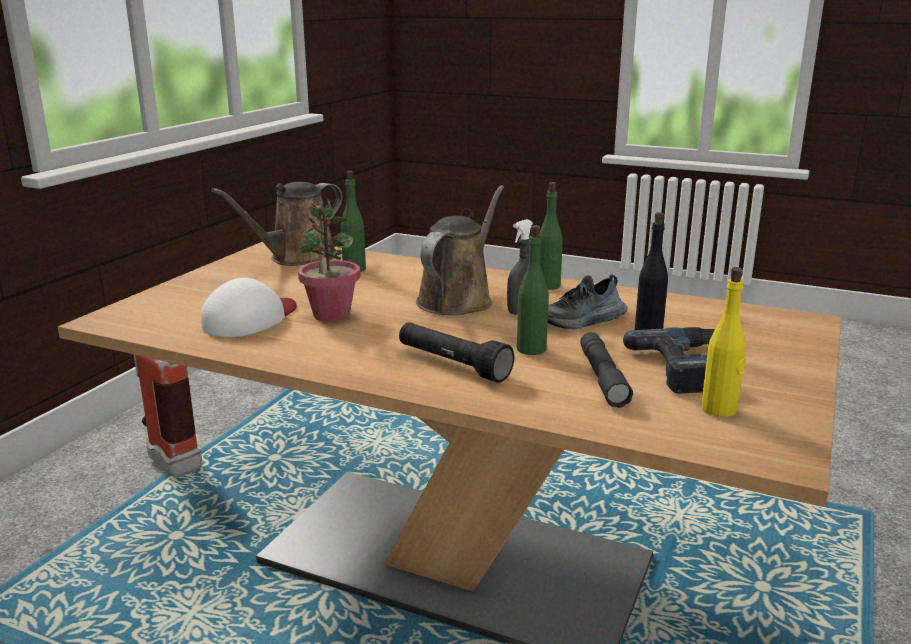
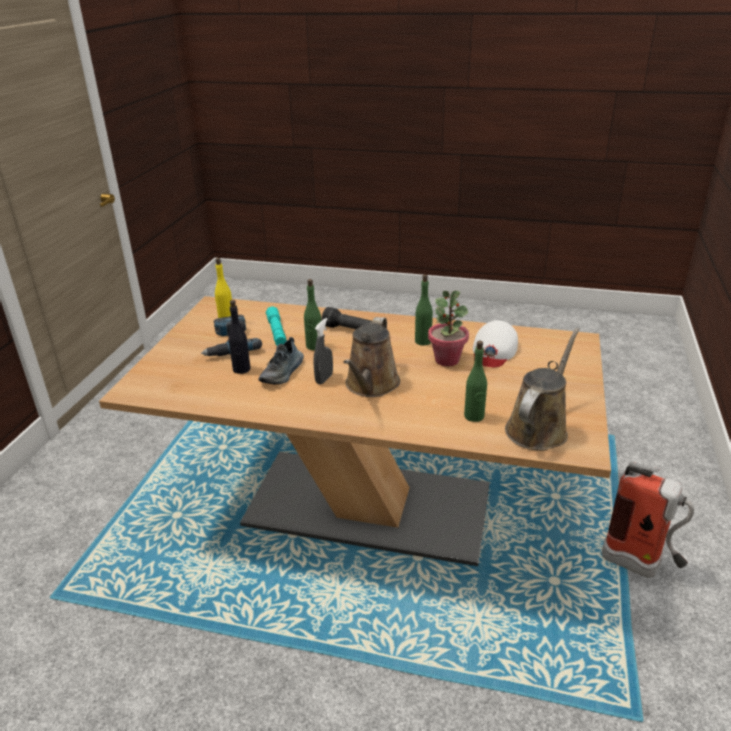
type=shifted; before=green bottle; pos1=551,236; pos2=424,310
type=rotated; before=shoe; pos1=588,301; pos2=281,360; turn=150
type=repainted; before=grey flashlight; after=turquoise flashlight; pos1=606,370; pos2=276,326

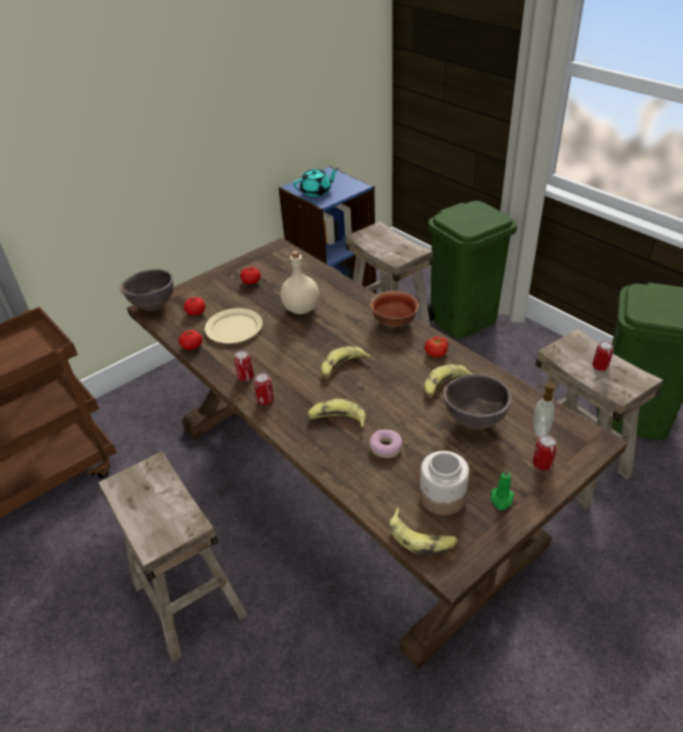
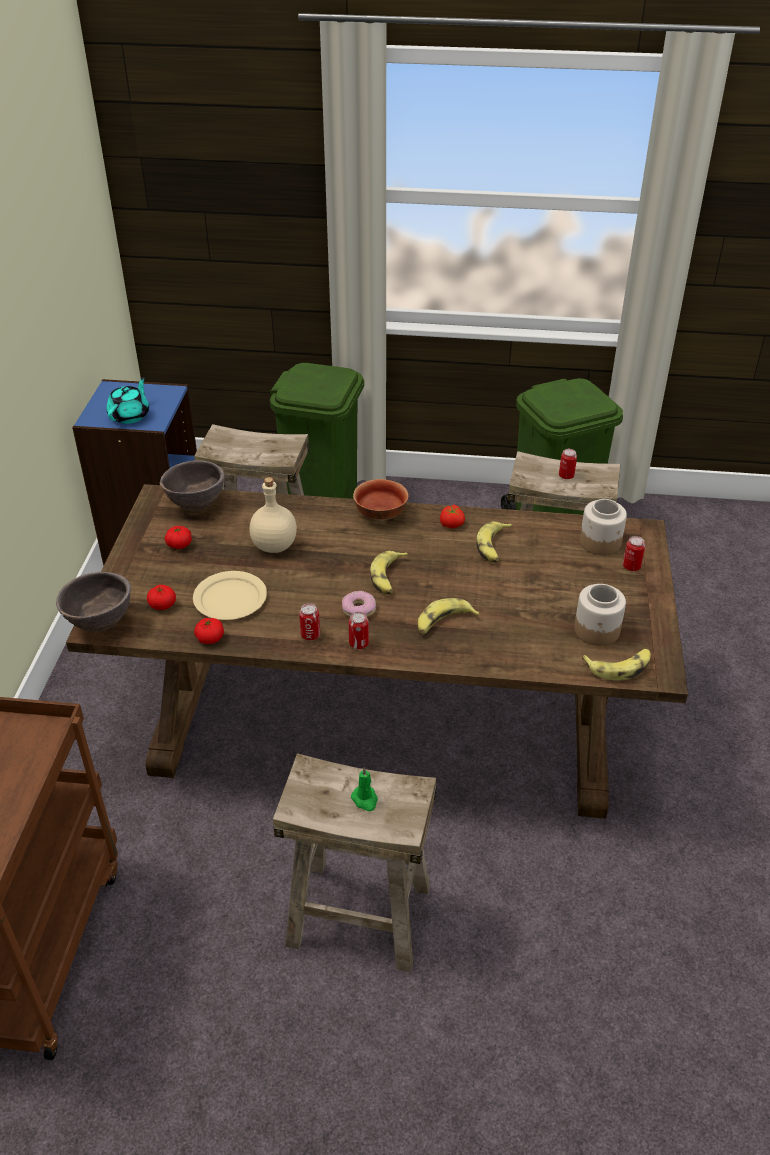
type=shifted; before=brown bowl; pos1=477,402; pos2=192,485
type=swapped; before=soap dispenser; after=jar; pos1=544,410; pos2=603,527
type=shifted; before=donut; pos1=385,443; pos2=359,604
type=shifted; before=green candle; pos1=502,489; pos2=364,789

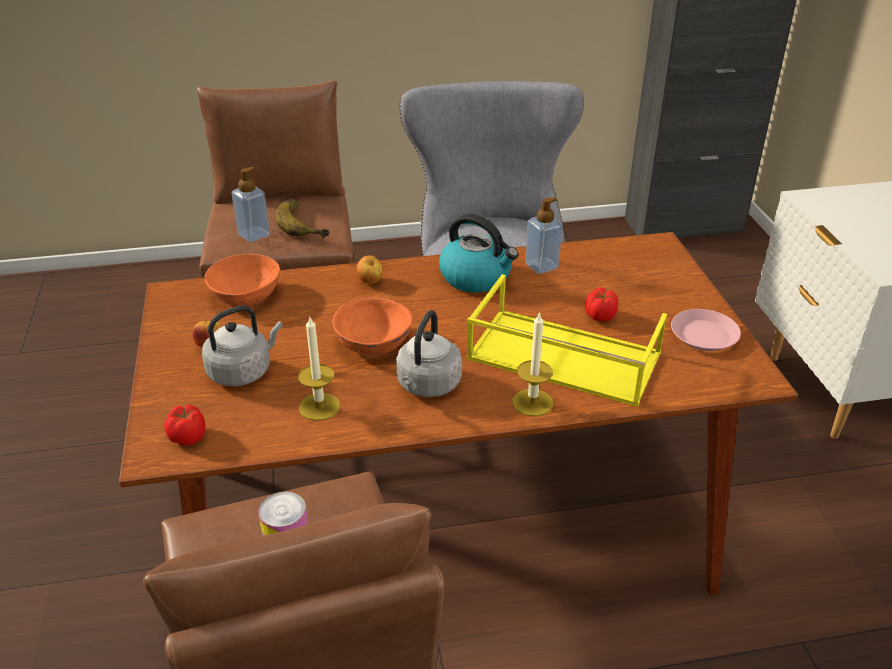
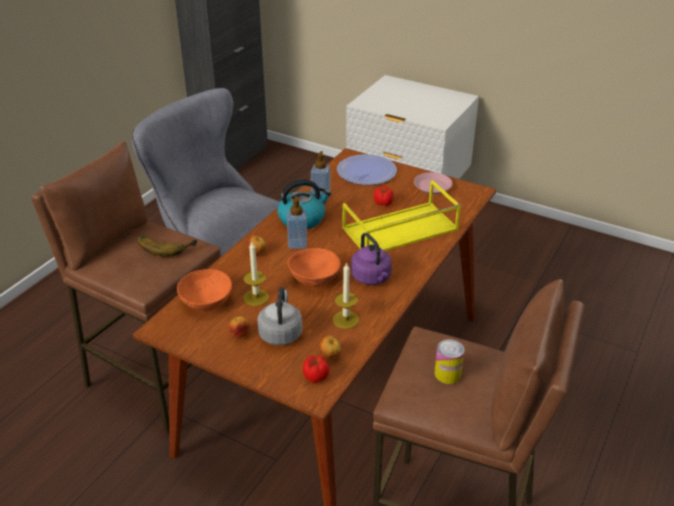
type=shifted; before=soap dispenser; pos1=250,204; pos2=297,222
type=repainted; before=grey kettle; after=purple kettle; pos1=429,353; pos2=371,259
type=shifted; before=candle; pos1=532,363; pos2=256,274
type=new; after=plate; pos2=367,169
type=new; after=apple; pos2=330,346

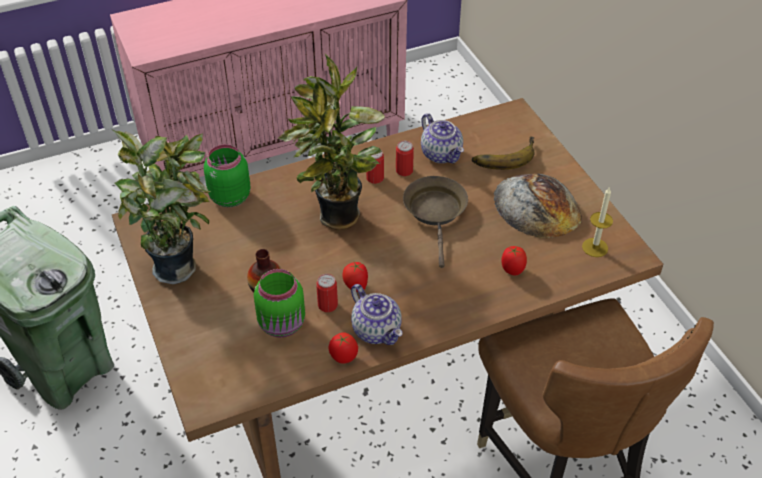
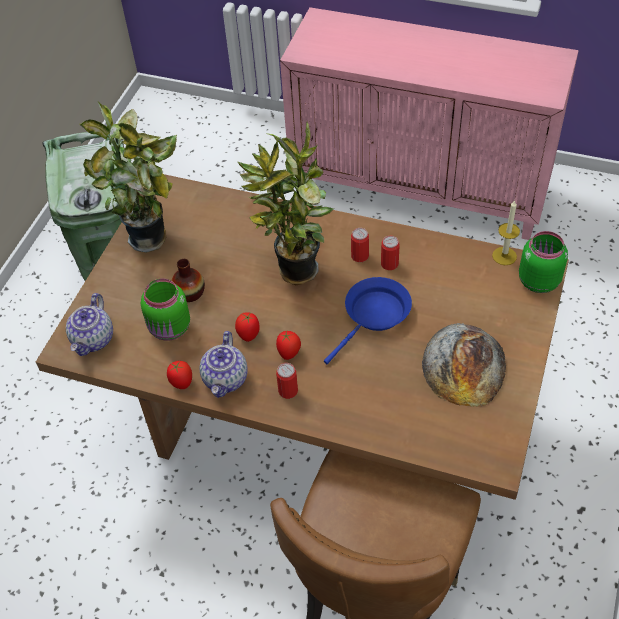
type=shifted; before=teapot; pos1=442,138; pos2=89,324
type=gone; before=banana; pos1=503,153
type=shifted; before=green jar; pos1=227,175; pos2=543,262
type=repainted; before=brown frying pan; after=blue frying pan; pos1=435,222; pos2=368,320
type=shifted; before=candle; pos1=597,222; pos2=506,232
type=shifted; before=tomato; pos1=514,261; pos2=288,345
type=shifted; before=can; pos1=327,293; pos2=287,381

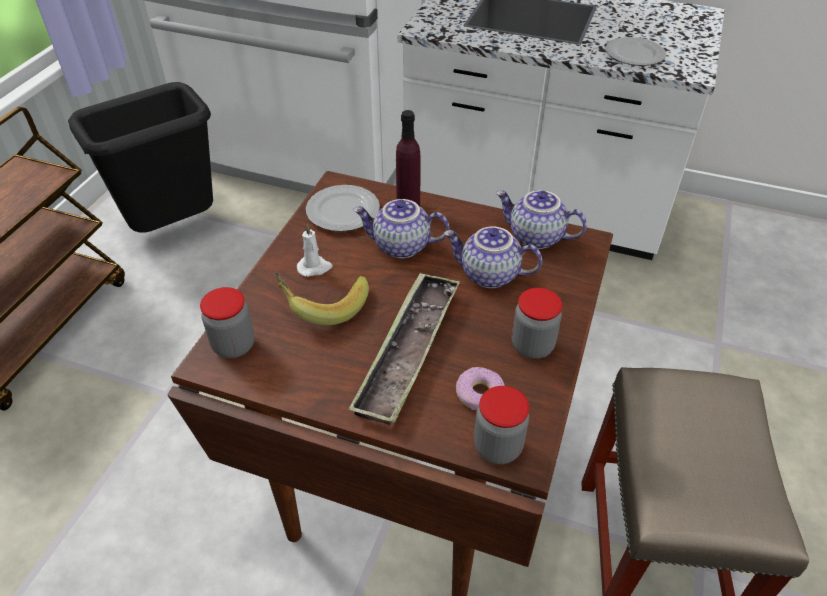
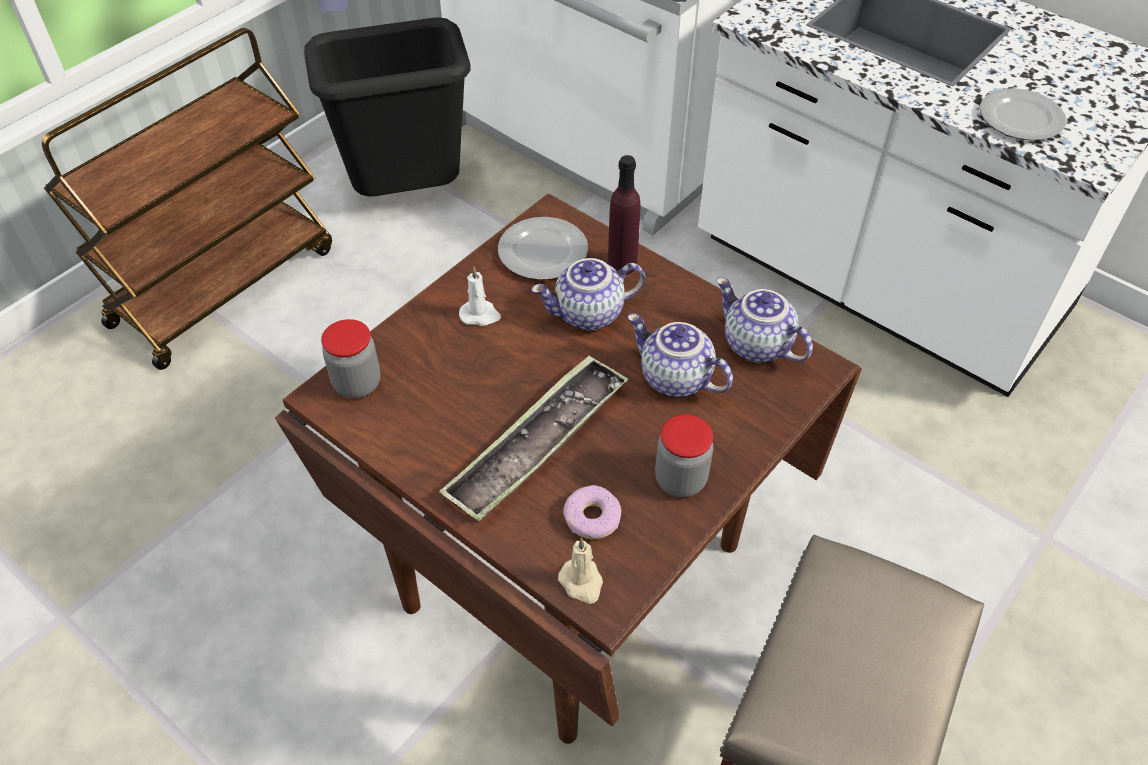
type=rotated; before=teapot; pos1=401,229; pos2=588,294; turn=-45
type=gone; before=banana; pos1=321,299
type=swapped; before=jar; after=beige candle; pos1=501,425; pos2=580,571

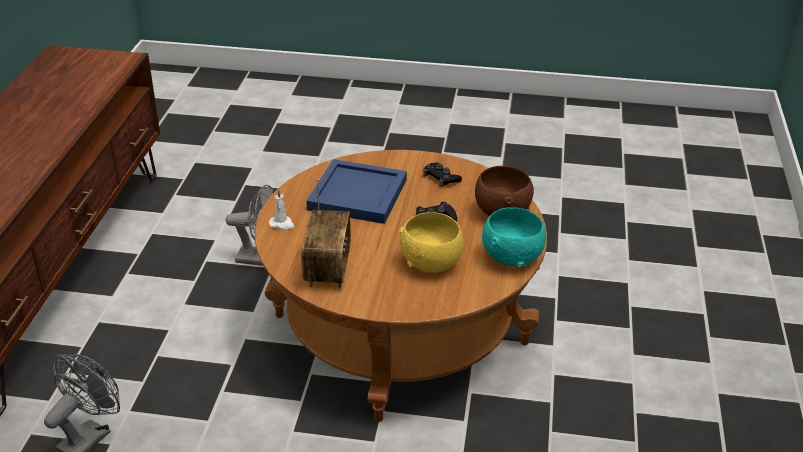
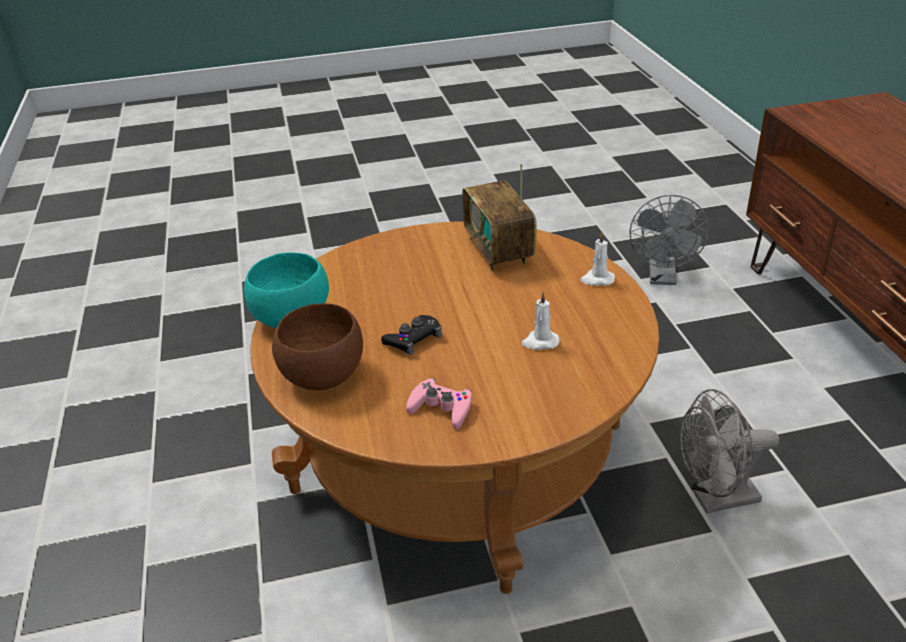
type=swapped; before=blue tray; after=white candle; pos1=356,191; pos2=540,321
type=repainted; before=black game controller; after=pink game controller; pos1=442,175; pos2=439,403
type=gone; before=yellow bowl; pos1=431,242

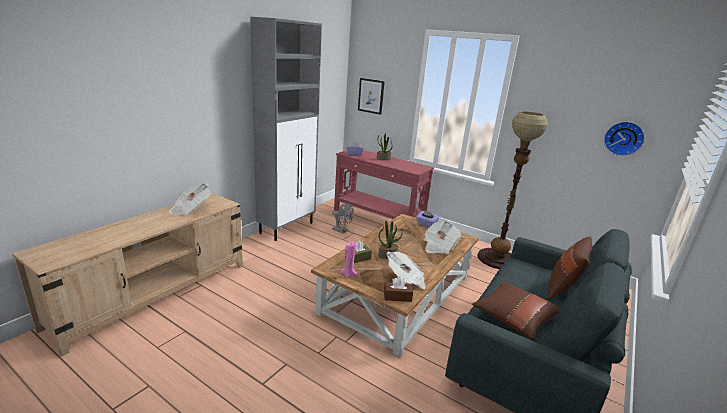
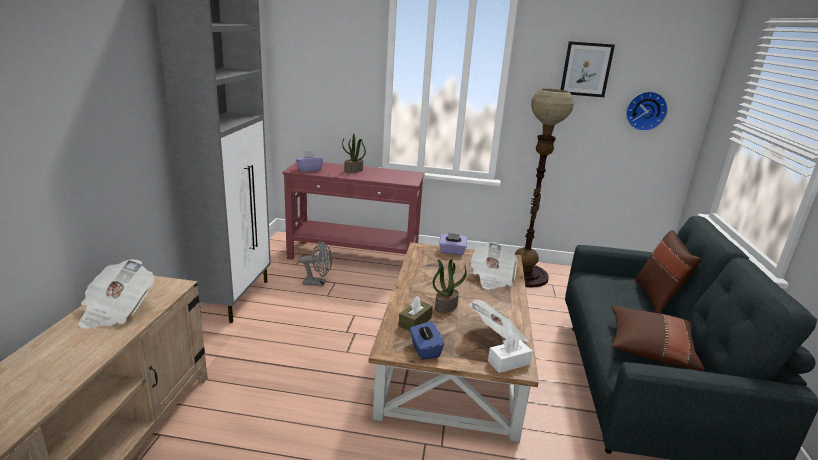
type=shifted; before=picture; pos1=371,96; pos2=587,69
type=swapped; before=pink candle; after=blue tissue box; pos1=349,259; pos2=427,340
type=repainted; before=brown tissue box; after=white tissue box; pos1=398,289; pos2=510,353

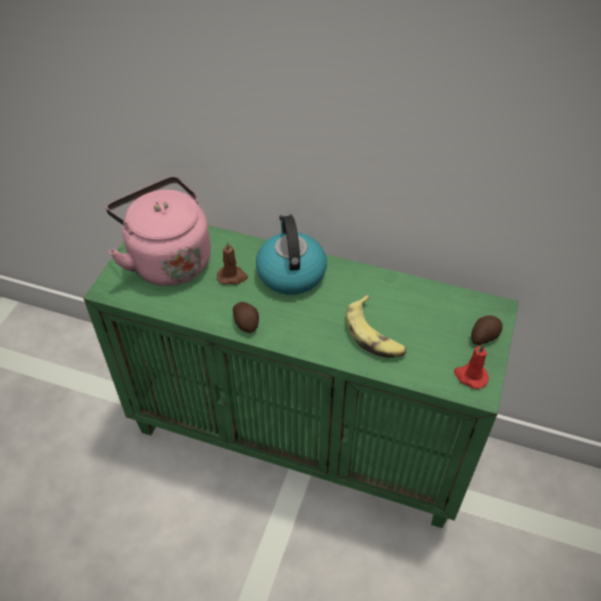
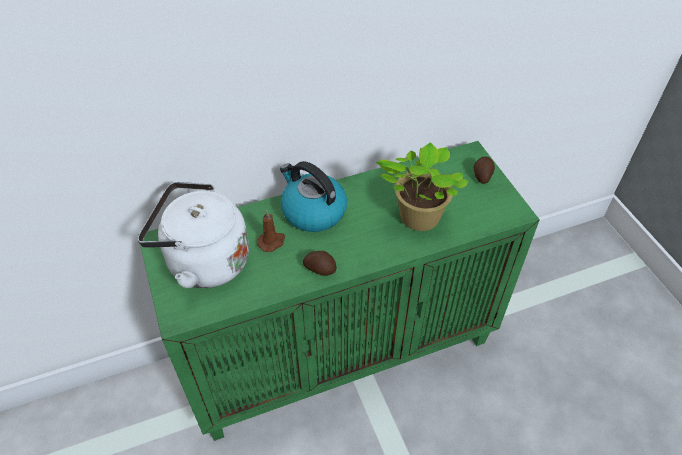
type=repainted; before=pink kettle; after=white kettle; pos1=158,231; pos2=193,235
type=swapped; before=banana; after=potted plant; pos1=376,326; pos2=422,186
type=gone; before=red candle; pos1=471,366

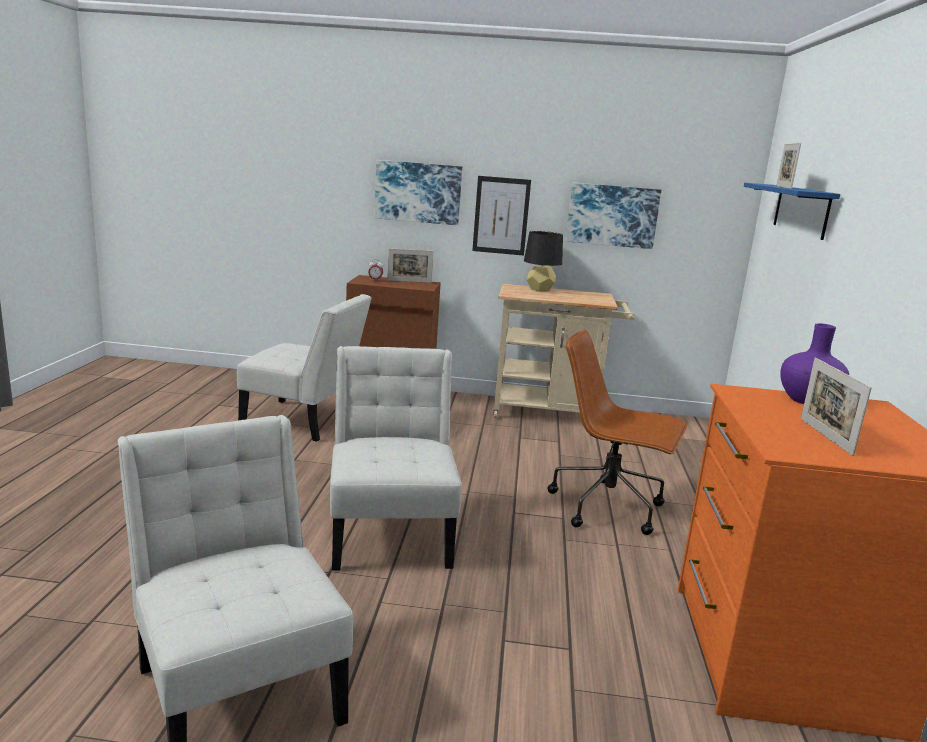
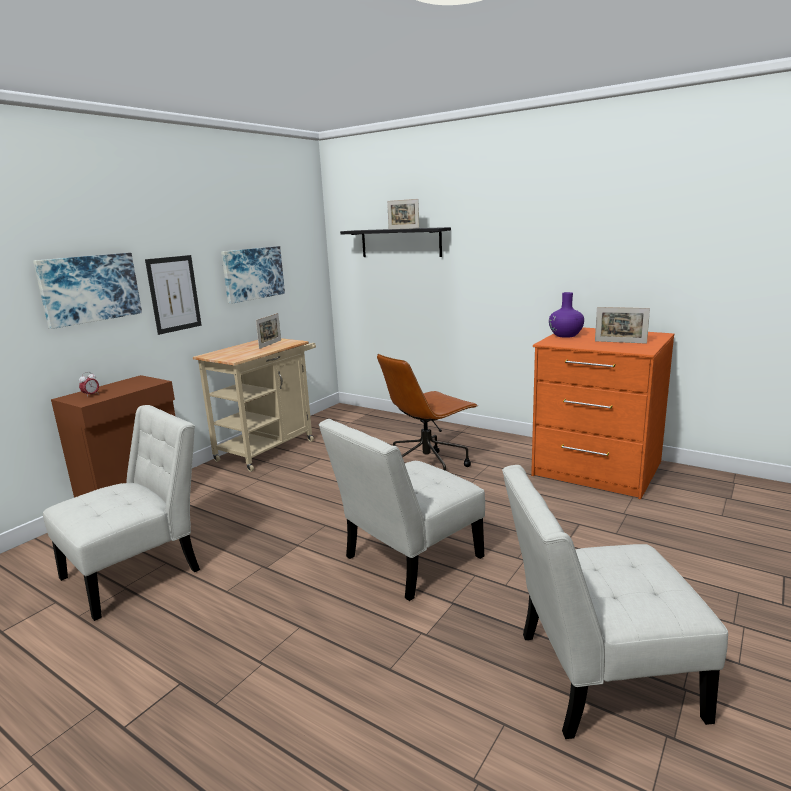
type=repainted; before=blue shelf; after=black shelf; pos1=792,211; pos2=395,242
type=gone; before=black table lamp; pos1=543,261
type=shifted; before=picture frame; pos1=410,265; pos2=268,331
type=rotated; before=white chair; pos1=396,458; pos2=402,510; turn=-60

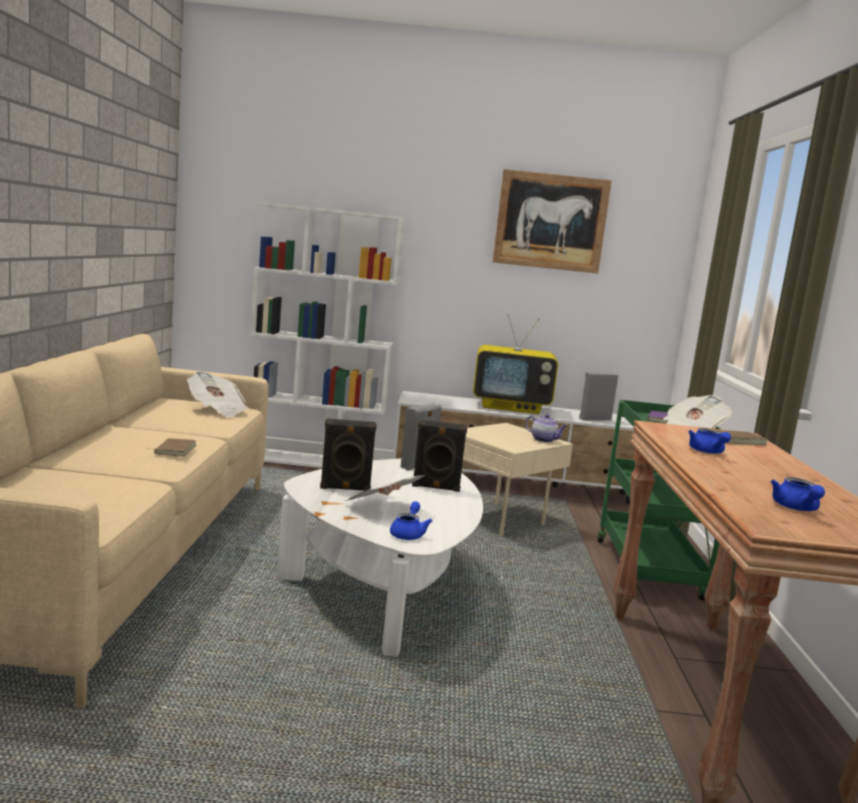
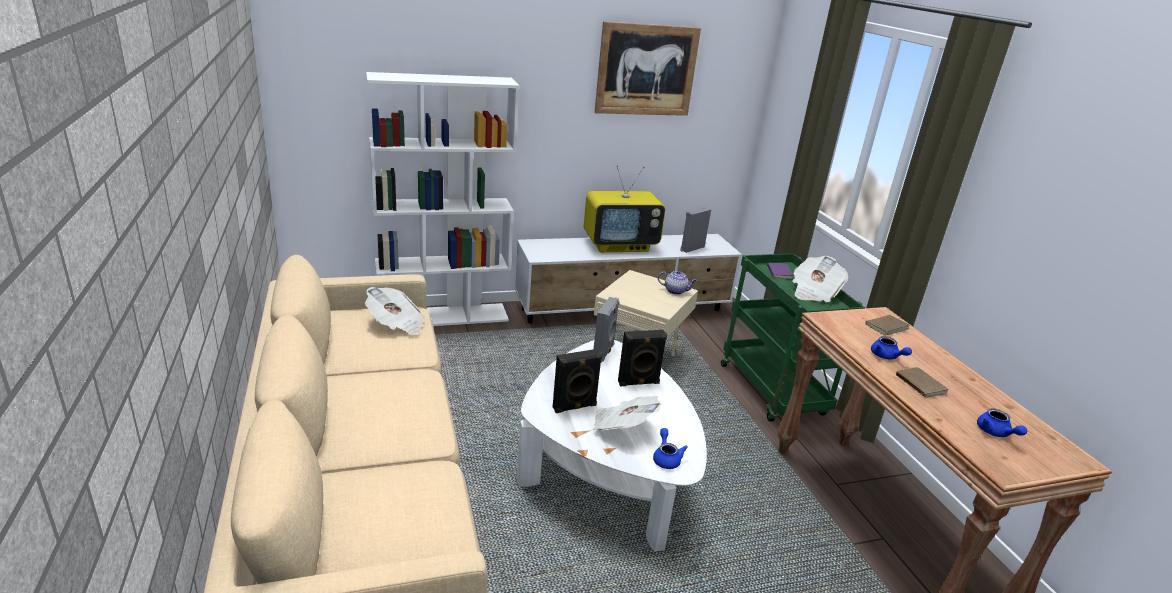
type=shifted; before=brown book; pos1=171,447; pos2=922,382

